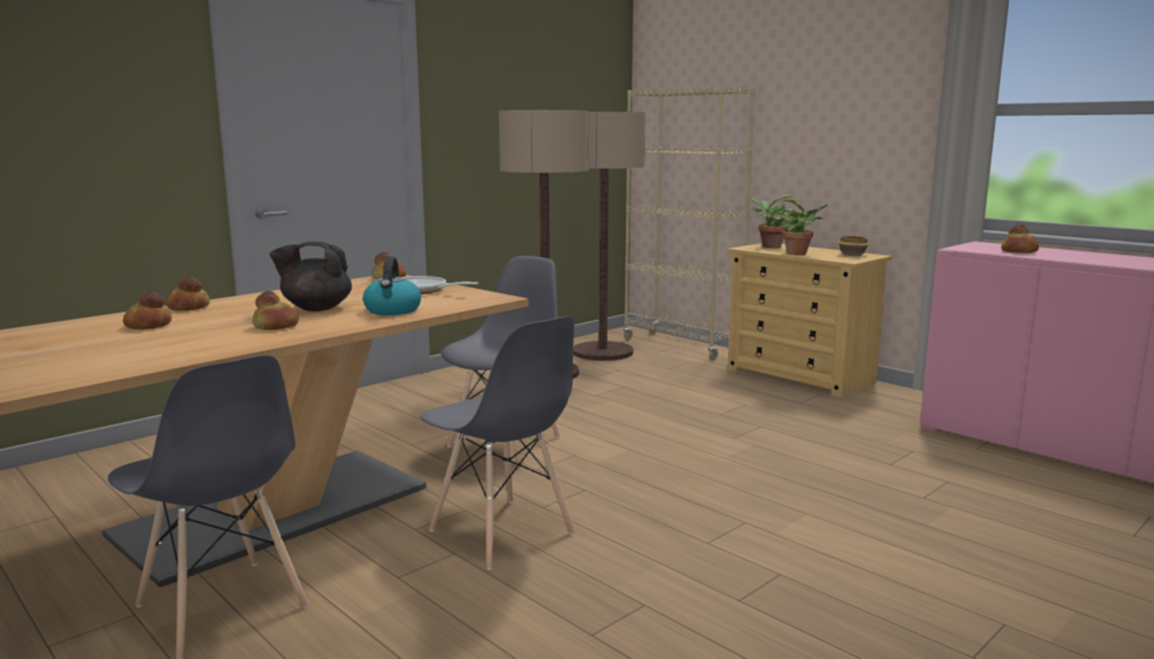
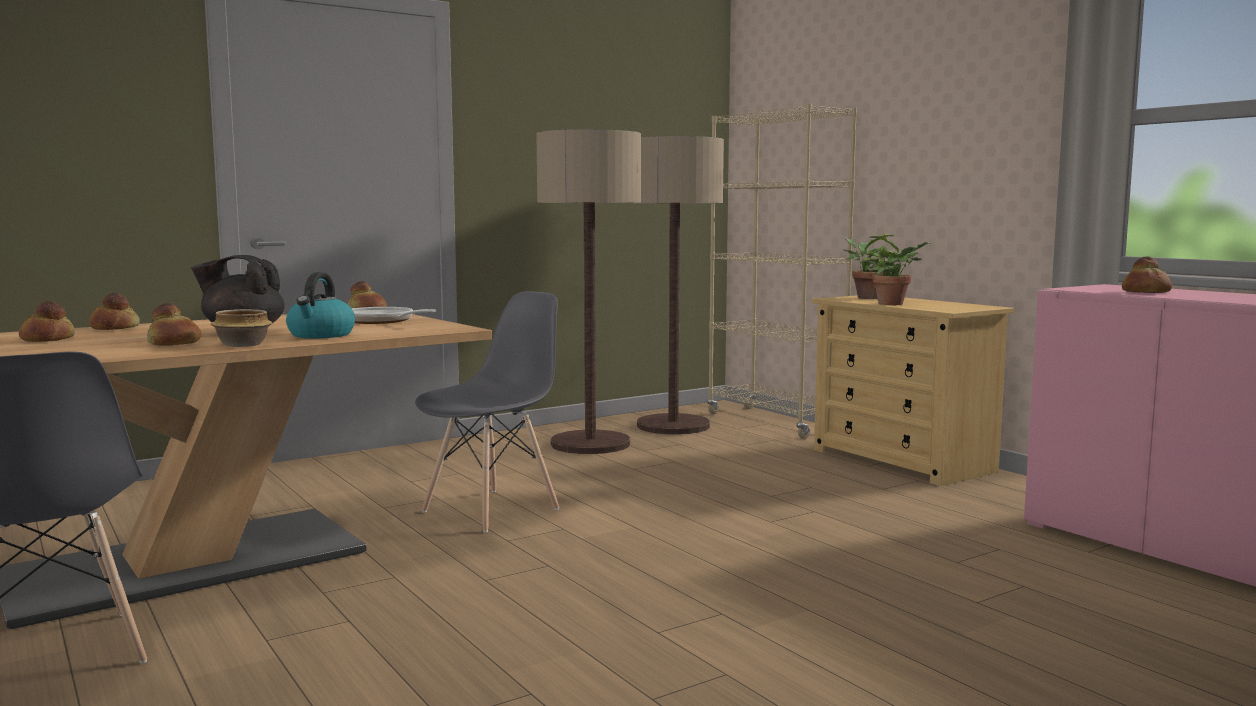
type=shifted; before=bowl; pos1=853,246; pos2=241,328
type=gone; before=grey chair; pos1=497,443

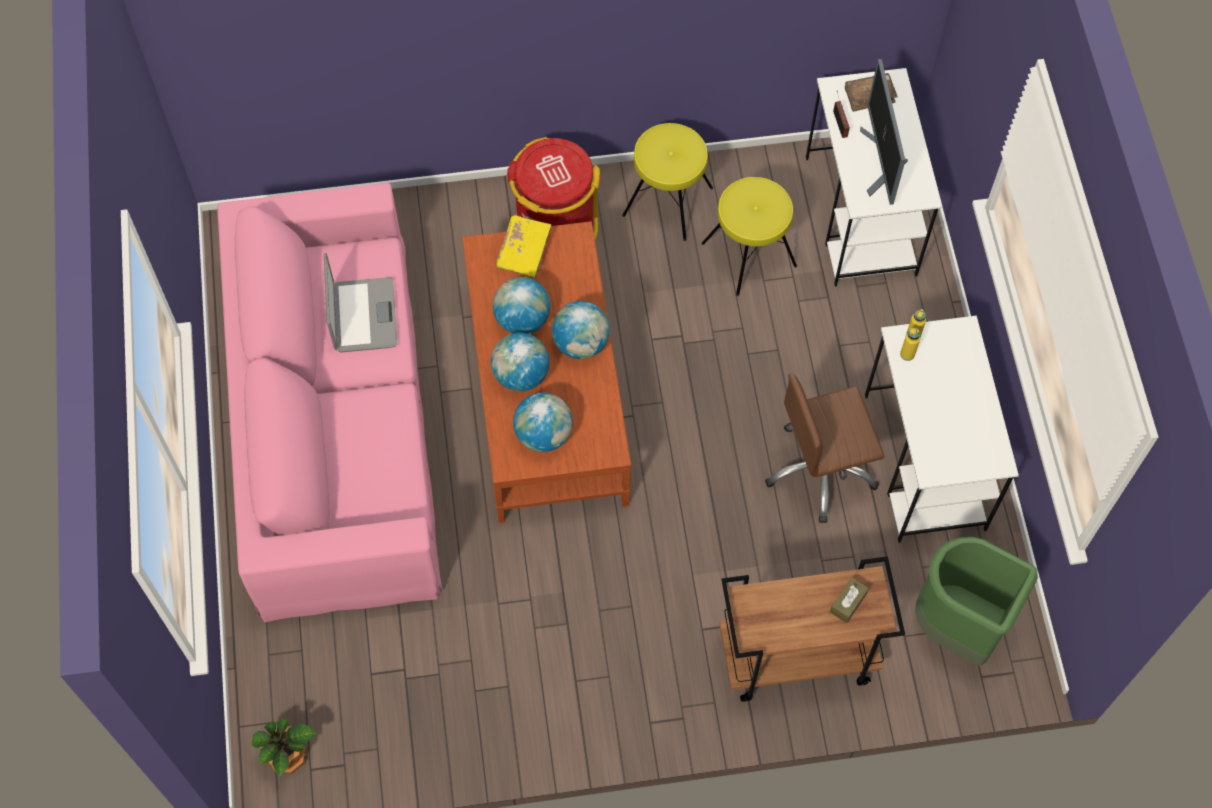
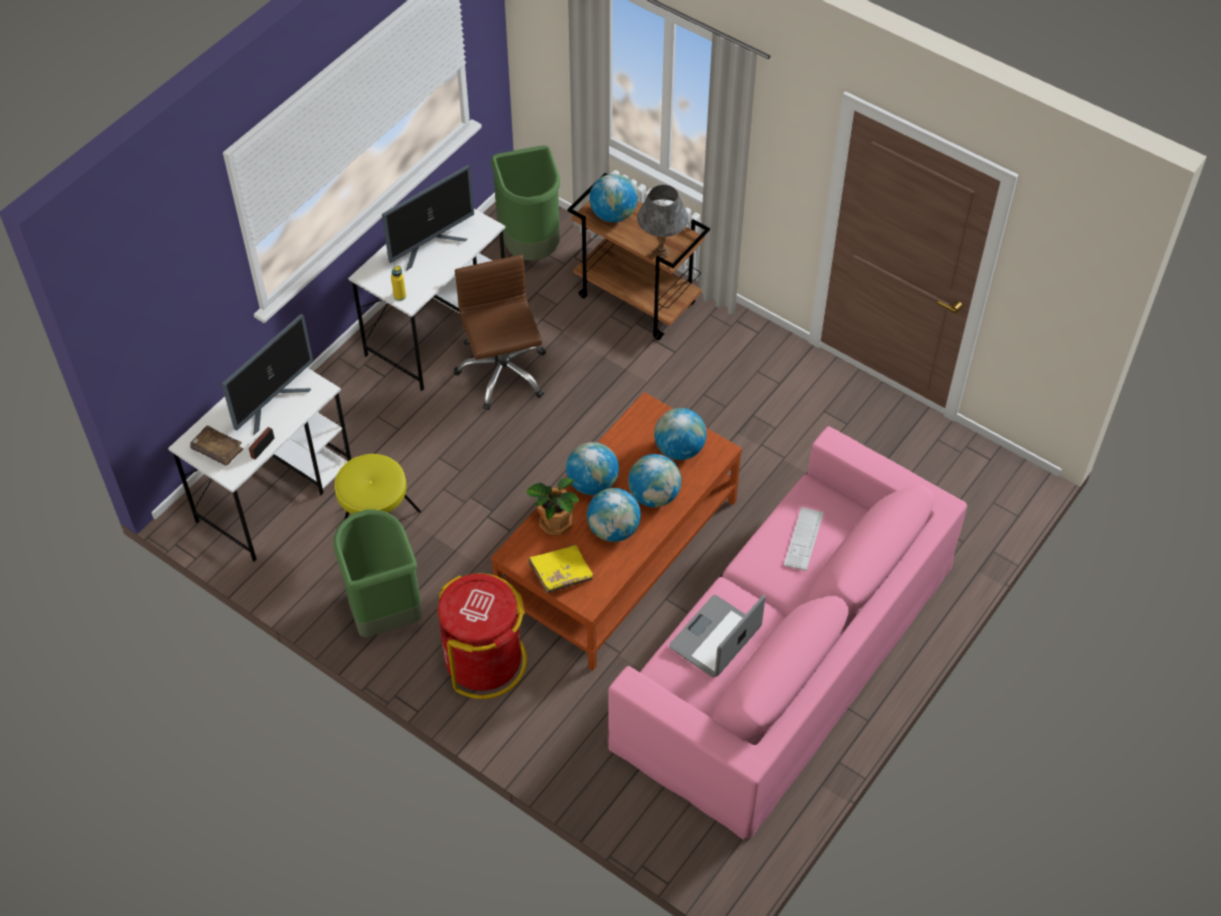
type=swapped; before=yellow stool; after=green trash can; pos1=667,182; pos2=378,573
type=gone; before=yellow bottle; pos1=910,344
type=rotated; before=brown office chair; pos1=824,448; pos2=500,332; turn=-135
type=swapped; before=brown tissue box; after=globe; pos1=849,600; pos2=613,198
type=shifted; before=potted plant; pos1=283,748; pos2=553,506
type=new; after=monitor; pos2=428,218
type=new; after=grey table lamp; pos2=663,221
type=new; after=keyboard; pos2=804,539

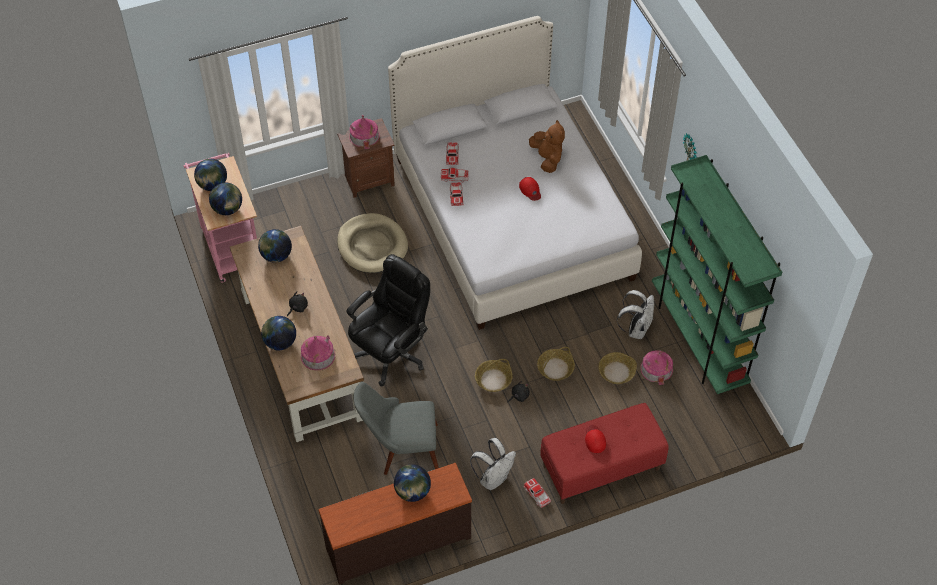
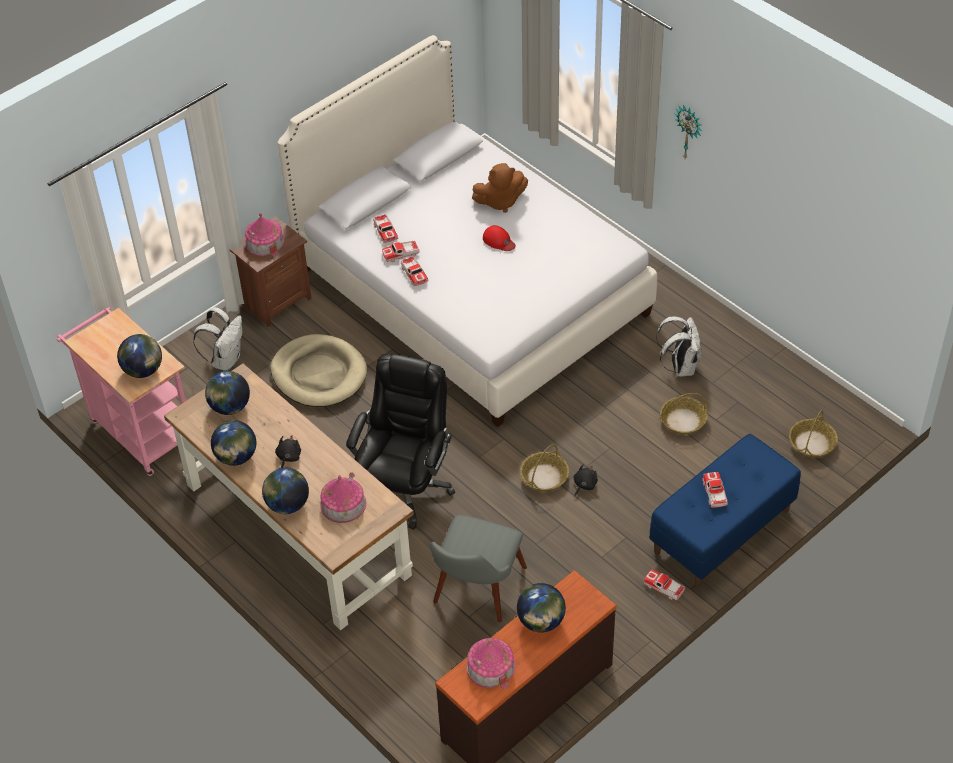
type=rotated; before=brown plush toy; pos1=547,146; pos2=500,188; turn=120
type=gone; before=green bookcase; pos1=717,274
type=shifted; before=globe; pos1=210,175; pos2=233,443
type=shifted; before=basket; pos1=556,364; pos2=813,434
type=shifted; before=toy house; pos1=656,367; pos2=491,663
type=rotated; before=grey chair; pos1=396,428; pos2=478,568; turn=-45
type=repainted; before=red bench; after=blue bench; pos1=604,453; pos2=725,511
type=swapped; before=red cap; after=toy car; pos1=595,439; pos2=715,490
type=shifted; before=white backpack; pos1=493,464; pos2=217,339

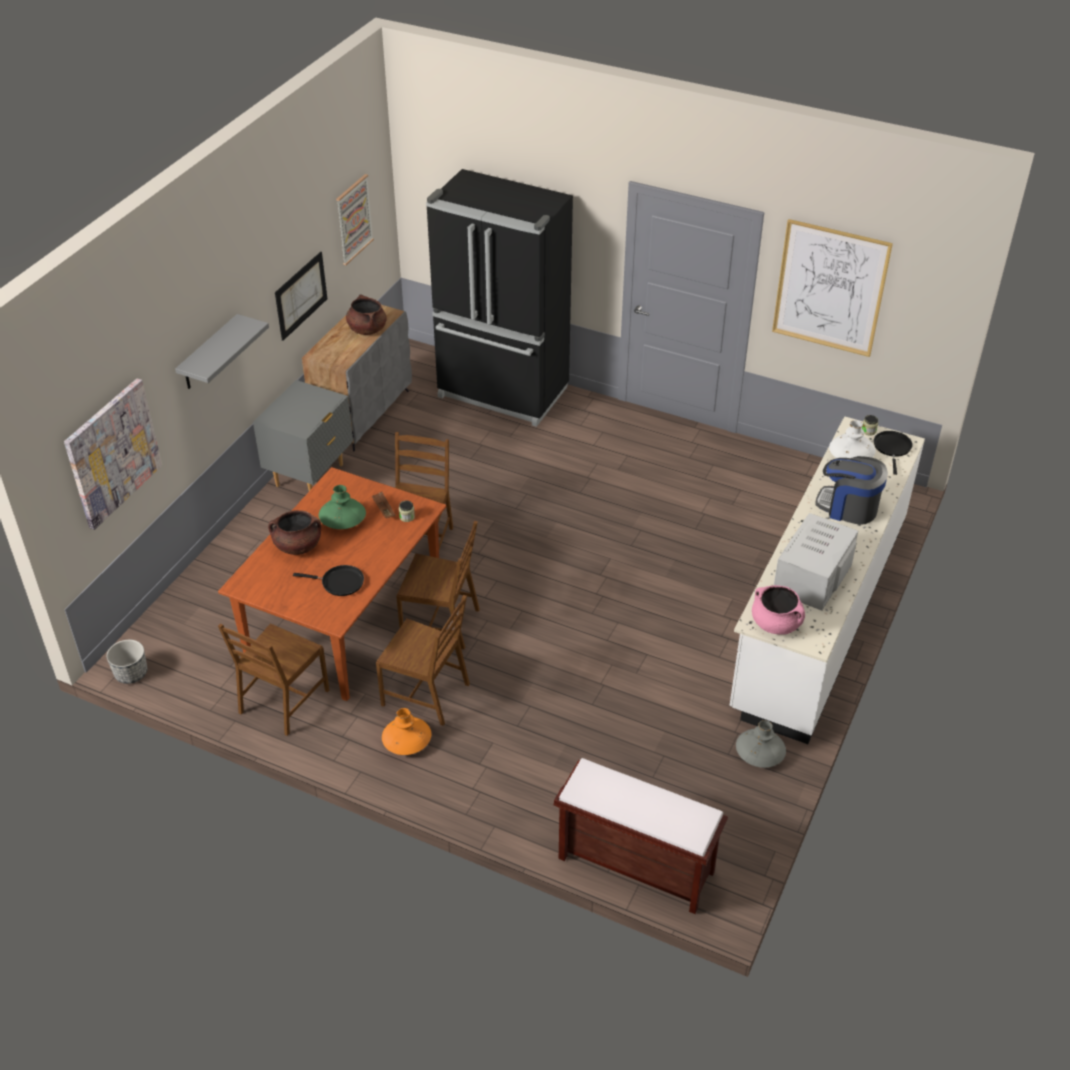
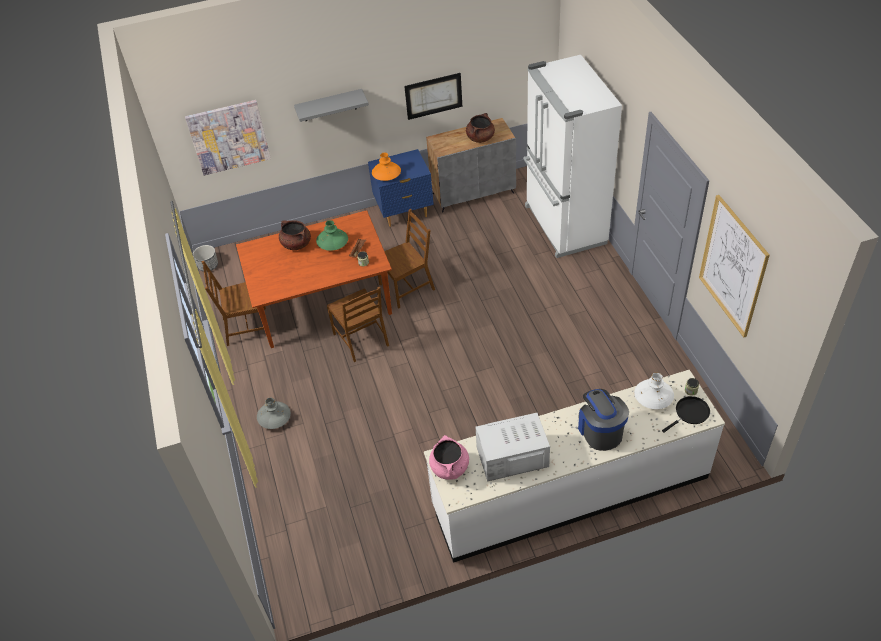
type=repainted; before=black fridge; after=white fridge; pos1=499,298; pos2=572,156
type=gone; before=picture; pos1=355,219
type=repainted; before=grey nightstand; after=blue nightstand; pos1=303,435; pos2=401,188
type=gone; before=black frying pan; pos1=328,580
type=gone; before=brown chair; pos1=423,660
type=shifted; before=orange vase; pos1=406,731; pos2=386,167
type=shifted; before=grey vase; pos1=761,744; pos2=274,413
type=gone; before=brown bench; pos1=640,836

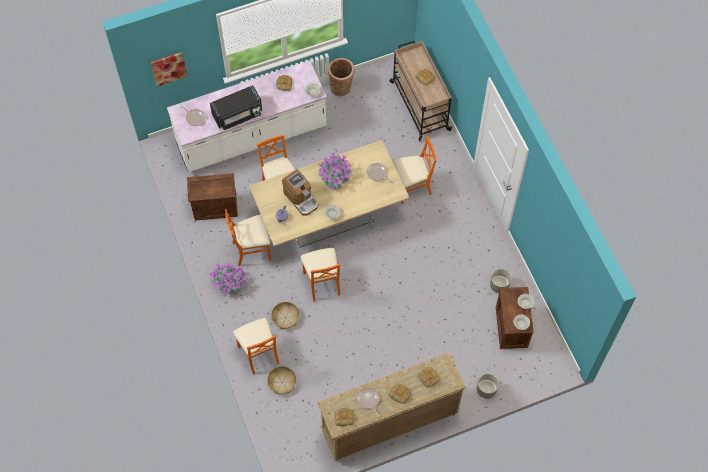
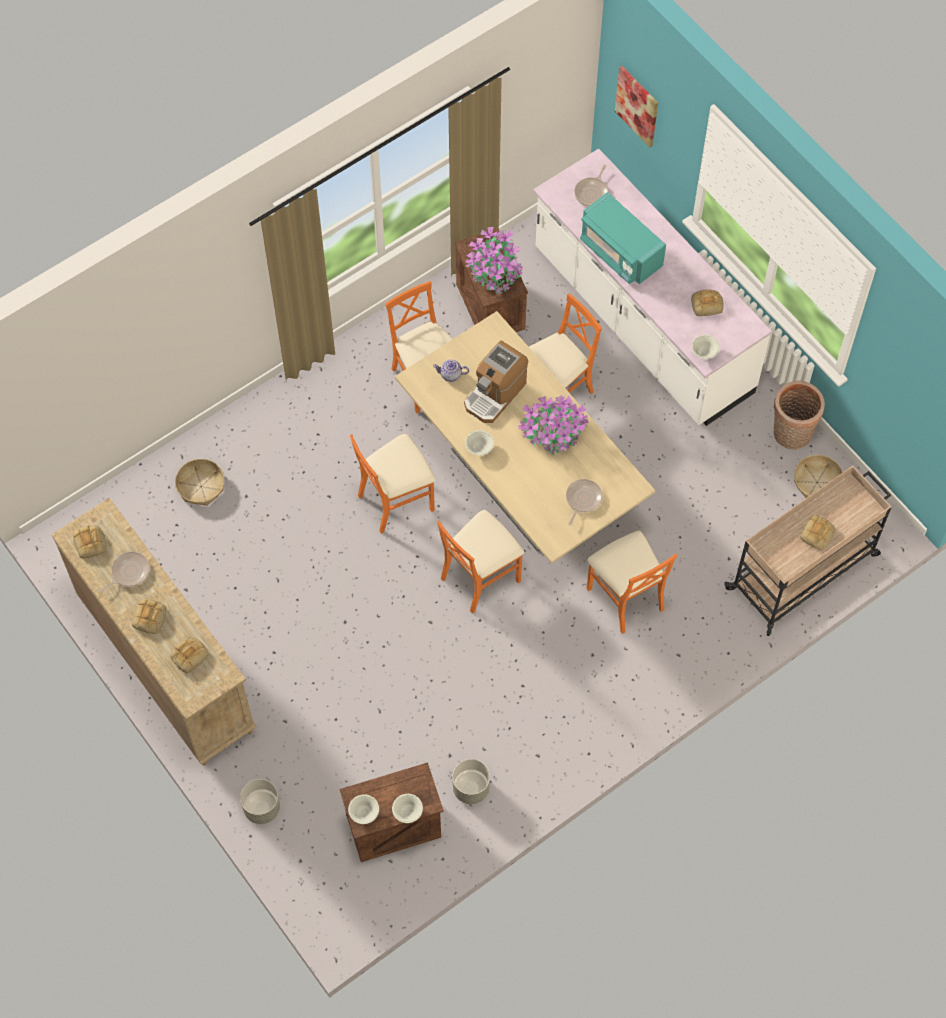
type=repainted; before=black microwave; after=turquoise microwave; pos1=236,107; pos2=623,238
type=shifted; before=potted plant; pos1=229,279; pos2=494,260
type=shifted; before=basket; pos1=285,315; pos2=818,476
type=shifted; before=orange chair; pos1=256,346; pos2=480,562

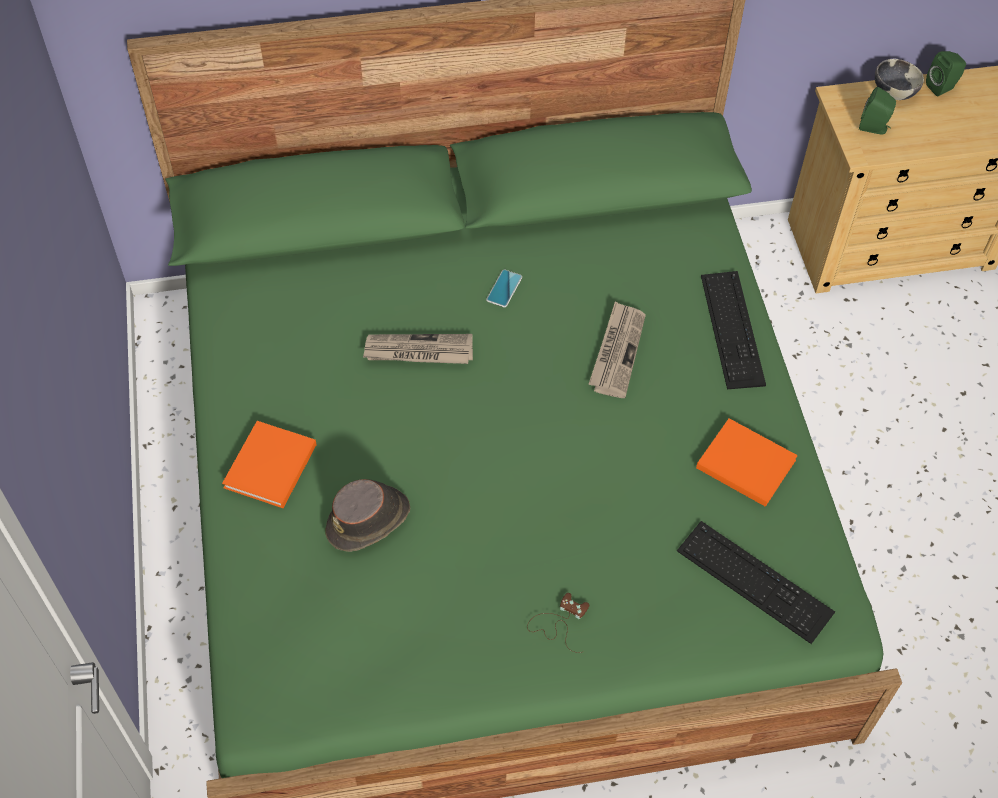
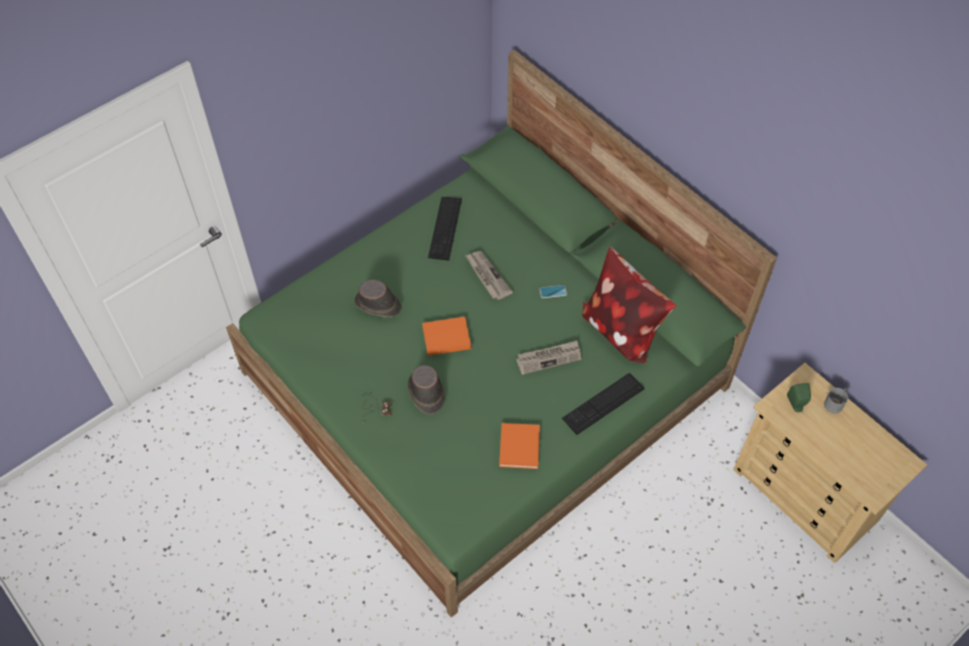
type=gone; before=green speaker; pos1=946,73
type=swapped; before=bowl; after=grey mug; pos1=899,79; pos2=836,400
type=shifted; before=orange book; pos1=269,464; pos2=446,336
type=shifted; before=keyboard; pos1=756,582; pos2=445,229
type=new; after=pillow; pos2=629,305
type=new; after=brown hat; pos2=426,389

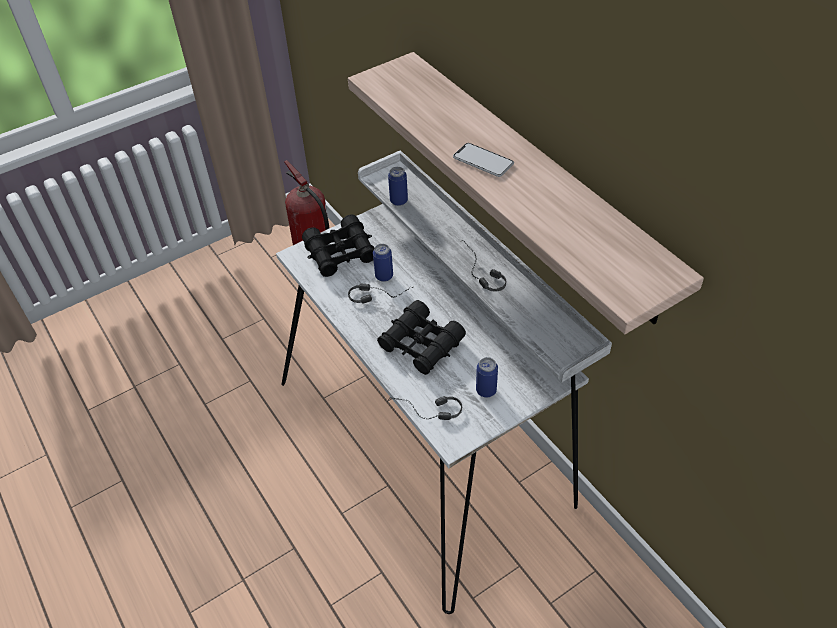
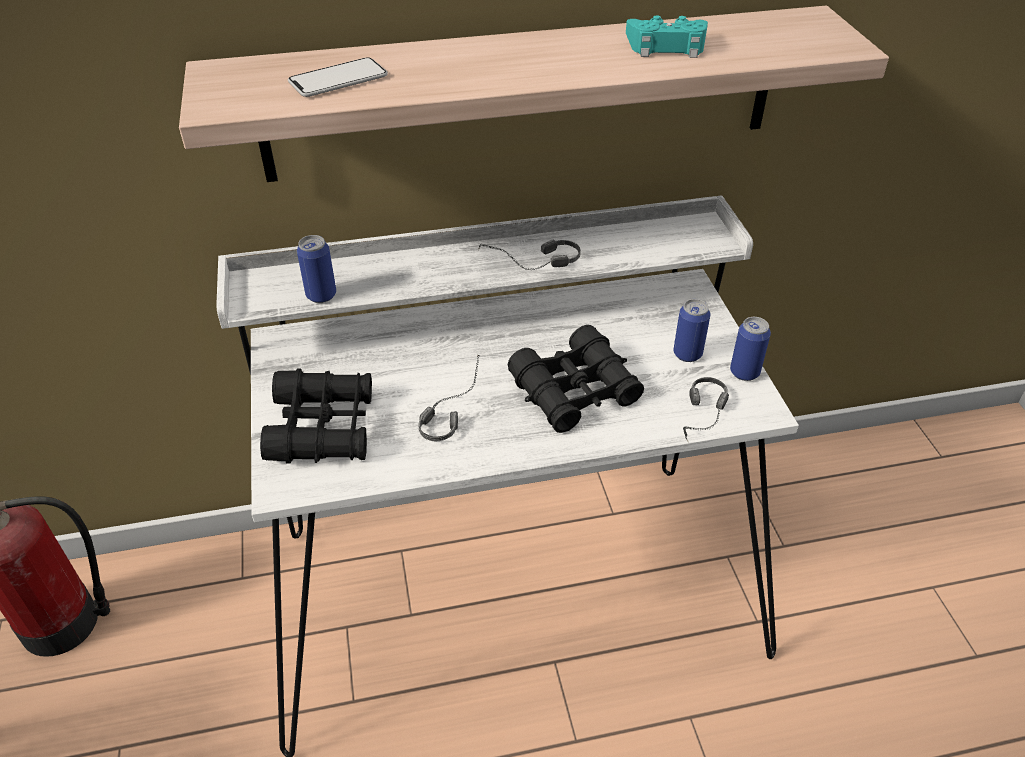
type=shifted; before=phone; pos1=483,160; pos2=338,77
type=shifted; before=can; pos1=383,263; pos2=750,349
type=new; after=turquoise game controller; pos2=667,36

